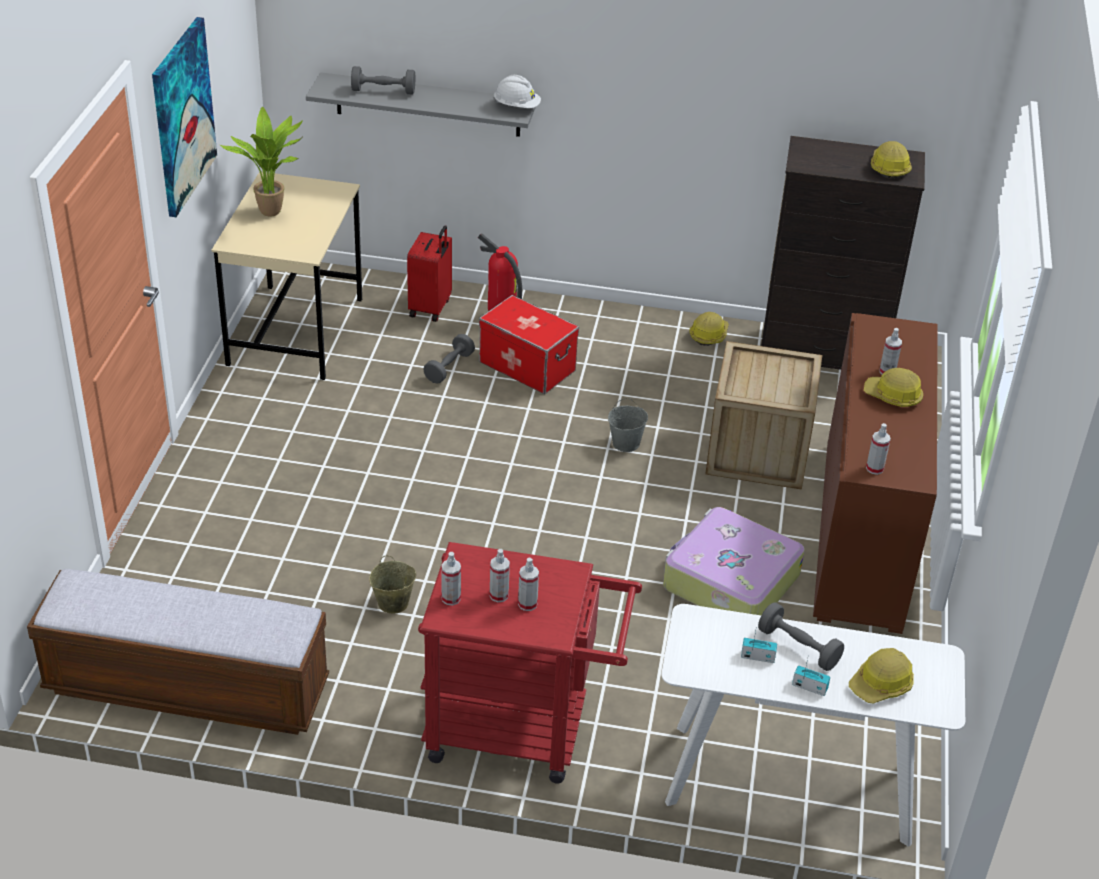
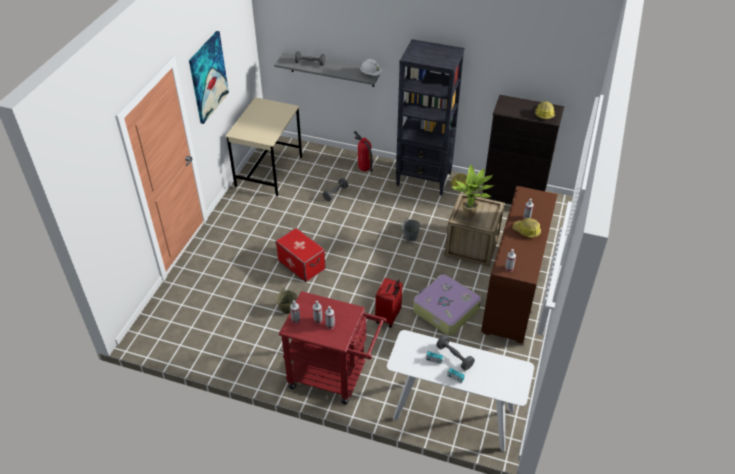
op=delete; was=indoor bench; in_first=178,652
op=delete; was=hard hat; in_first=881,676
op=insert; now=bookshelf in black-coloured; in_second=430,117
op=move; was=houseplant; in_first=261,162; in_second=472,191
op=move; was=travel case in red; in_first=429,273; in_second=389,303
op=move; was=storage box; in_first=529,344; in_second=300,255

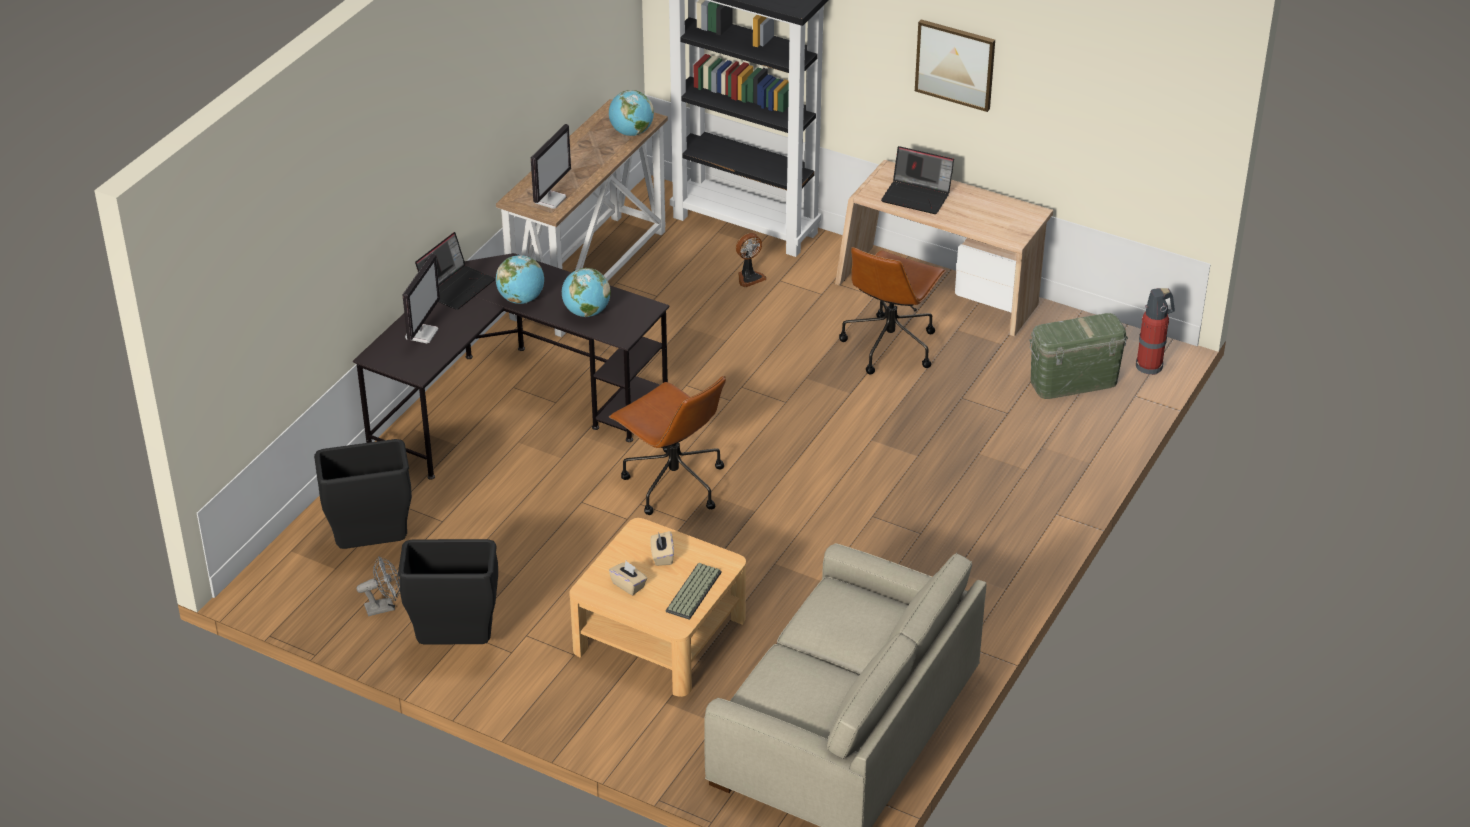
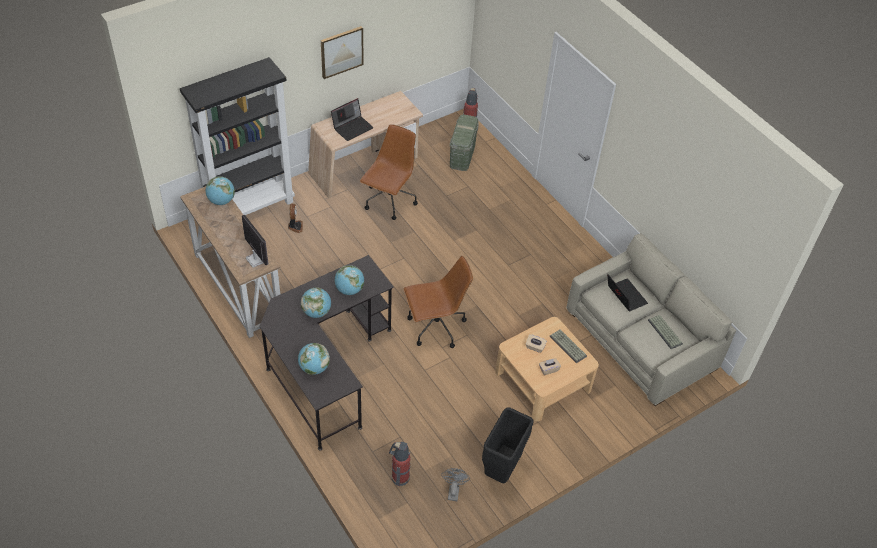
op=insert; now=PC keyboard; in_second=665,332
op=move; was=notebook computer; in_first=455,271; in_second=627,292
op=replace; was=rubbish bin in black-coloured; now=fire-fighting cylinder; in_first=363,494; in_second=400,463
op=replace; was=computer display; now=desk globe; in_first=421,298; in_second=314,359
op=rotate; was=desk chair in brown-coloured; in_first=892,310; in_second=389,172; clockwise=-120

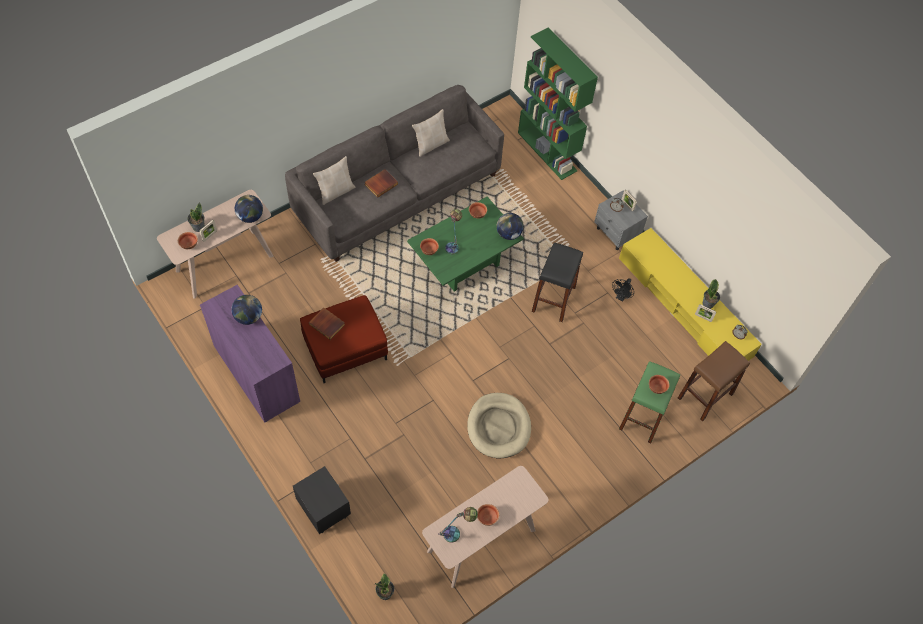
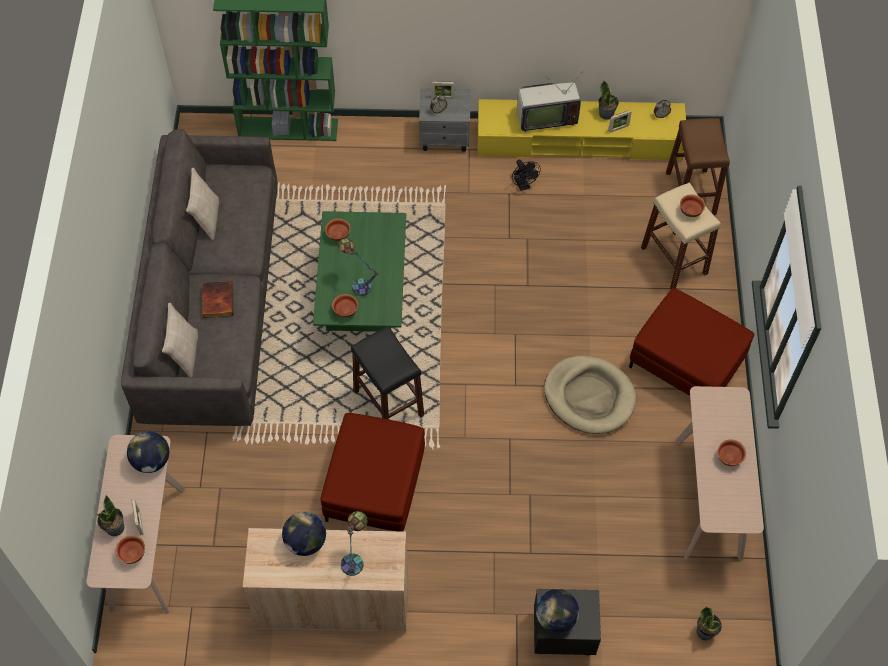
op=delete; was=book; in_first=327,324
op=insert; now=television; in_second=550,101
op=insert; now=pouffe in red; in_second=691,342
op=move; was=tabletop lamp; in_first=458,525; in_second=354,543
op=move; was=desk globe; in_first=510,226; in_second=557,611
op=move; was=stool in black-coloured; in_first=557,282; in_second=387,372
op=recolor; was=cabinet in purplish; now=cabinet in sand-coloured; in_first=250,354; in_second=325,580
op=recolor; was=stool in green-coloured; now=stool in sand-coloured; in_first=649,402; in_second=681,236

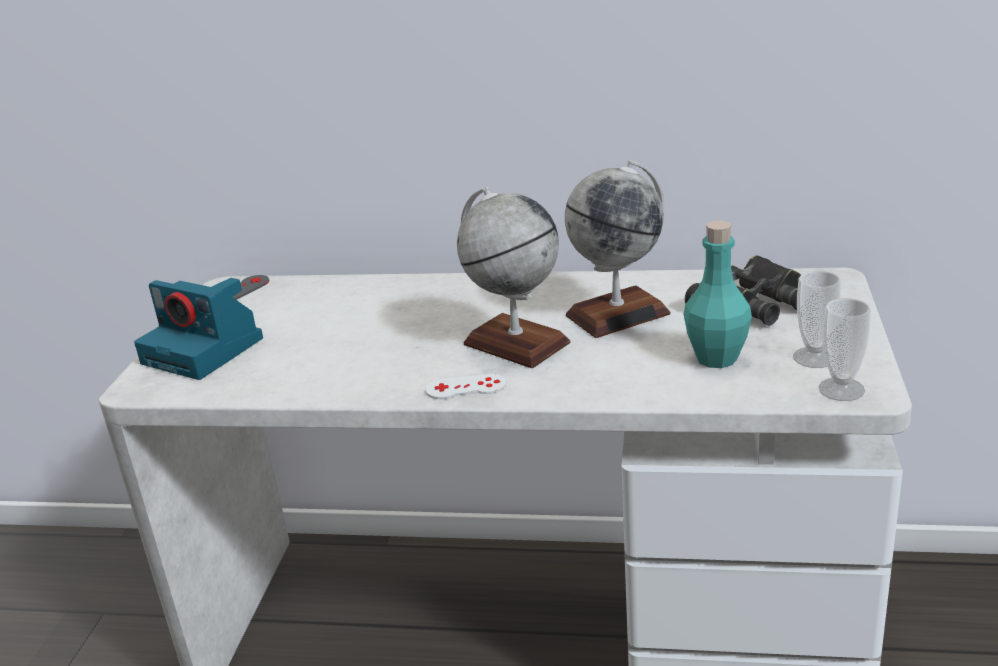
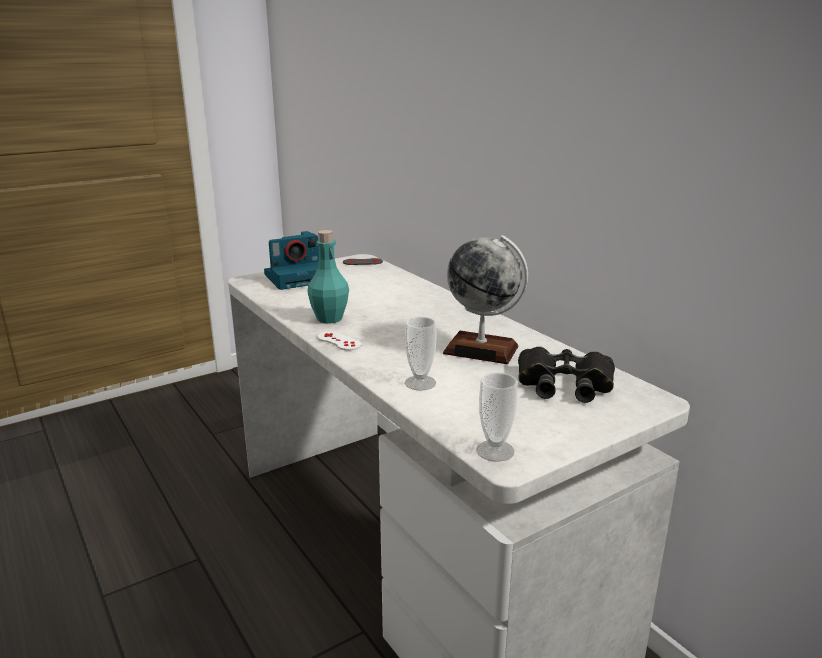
op=delete; was=desk globe; in_first=514,277
op=move; was=drink bottle in turquoise-coloured; in_first=718,294; in_second=328,277
op=move; was=drinking cup; in_first=817,319; in_second=421,354
op=rotate; was=still camera; in_first=198,329; in_second=291,260; clockwise=-105

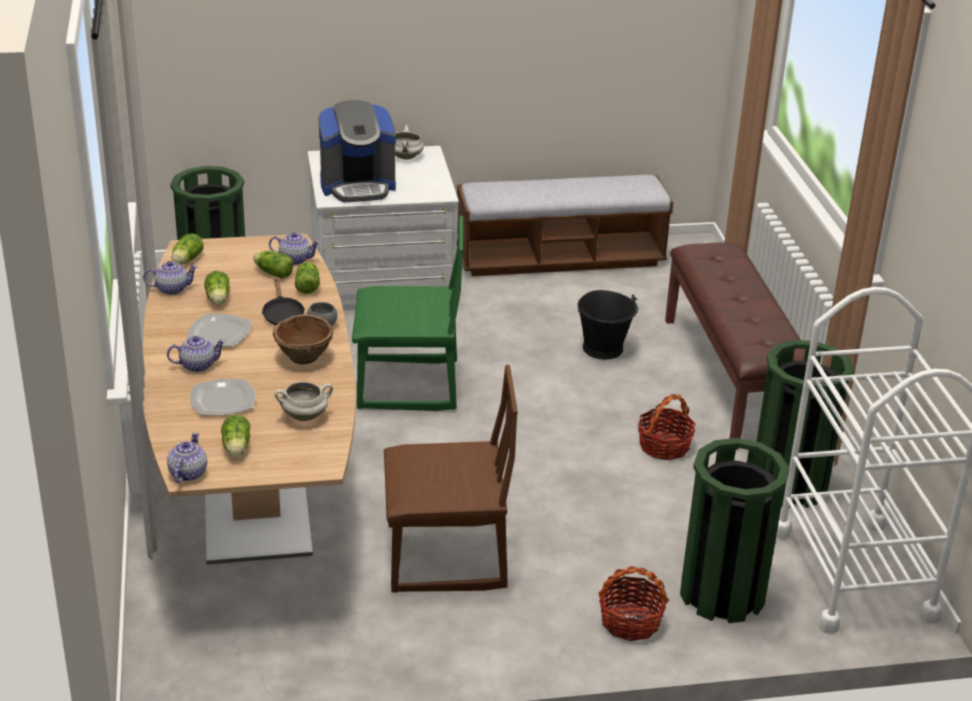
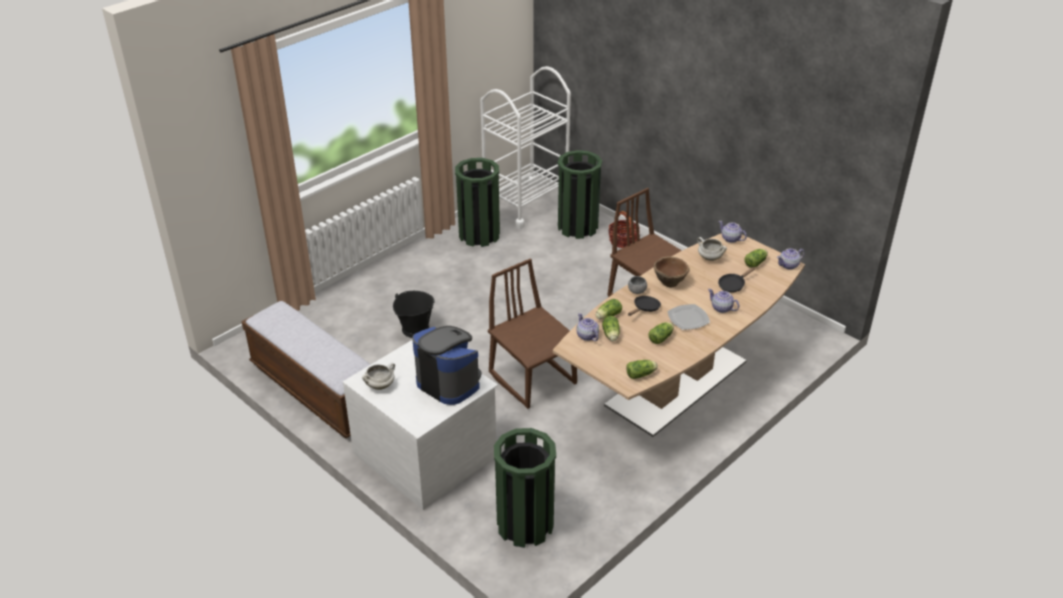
op=delete; was=basket; in_first=667,427
op=delete; was=indoor bench in brown-coloured; in_first=735,346
op=move; was=teapot; in_first=170,278; in_second=733,232
op=replace; was=flat dish; now=pan in black-coloured; in_first=223,397; in_second=736,280
op=recolor; was=chair in green-coloured; now=chair in brown-coloured; in_first=407,313; in_second=532,334

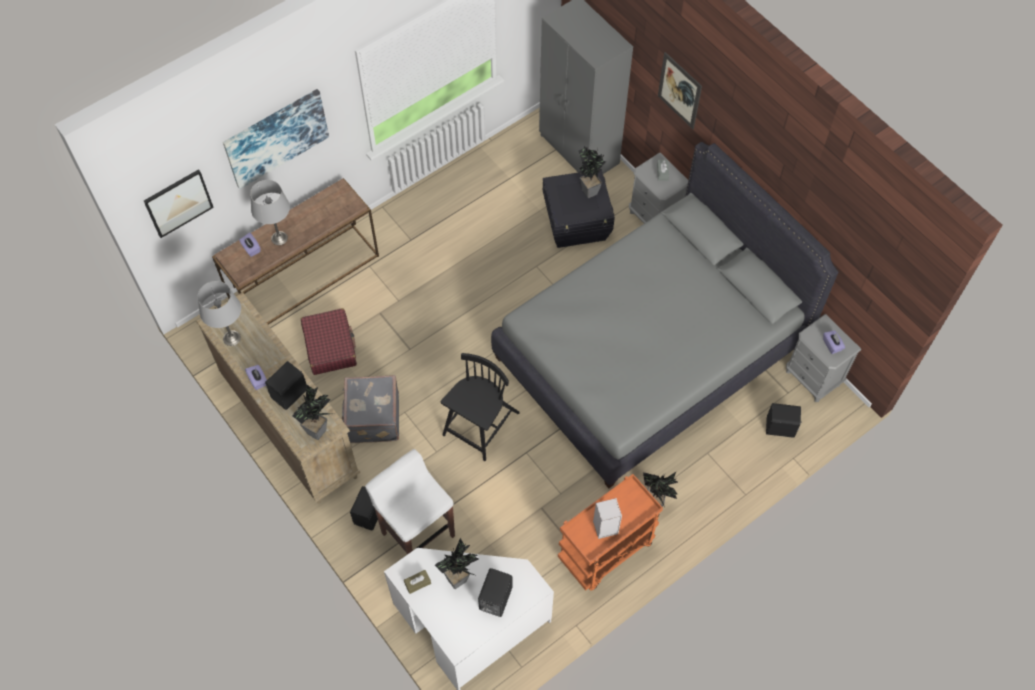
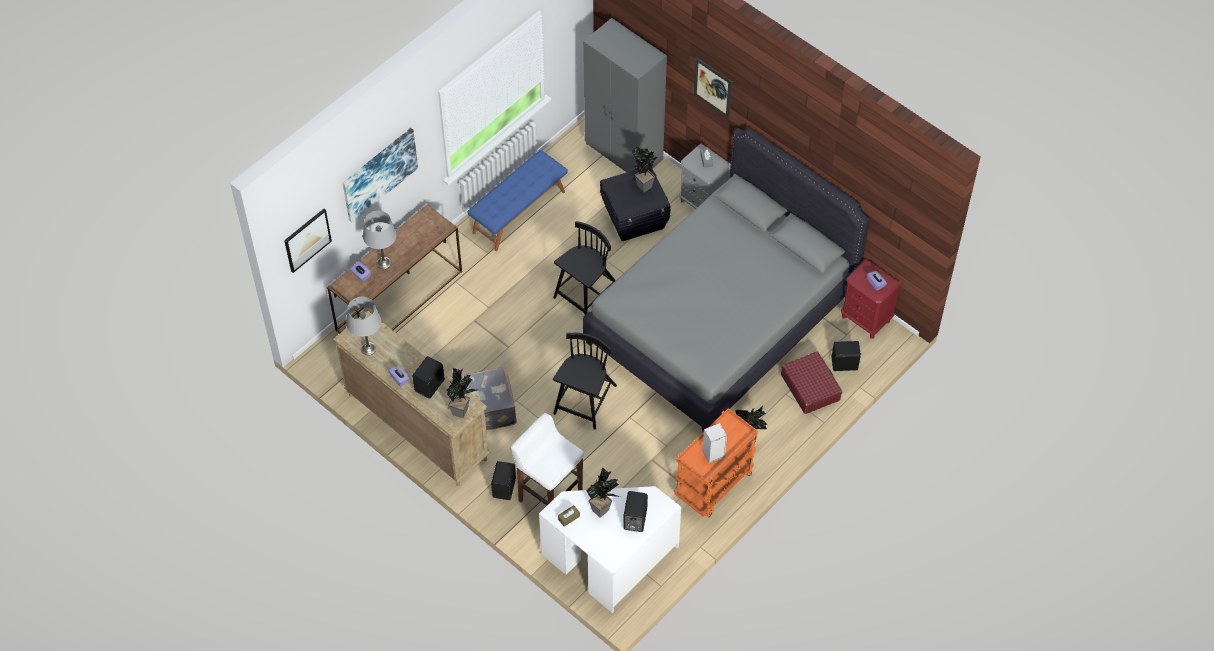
op=insert; now=indoor bench in blue; in_second=517,200
op=insert; now=chair in black-coloured; in_second=584,268
op=move; was=travel case in red; in_first=329,341; in_second=811,382
op=recolor; was=night table in grey; now=night table in red; in_first=823,358; in_second=871,299

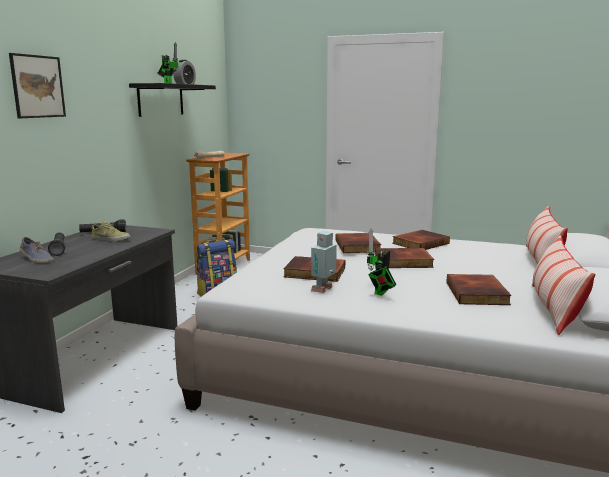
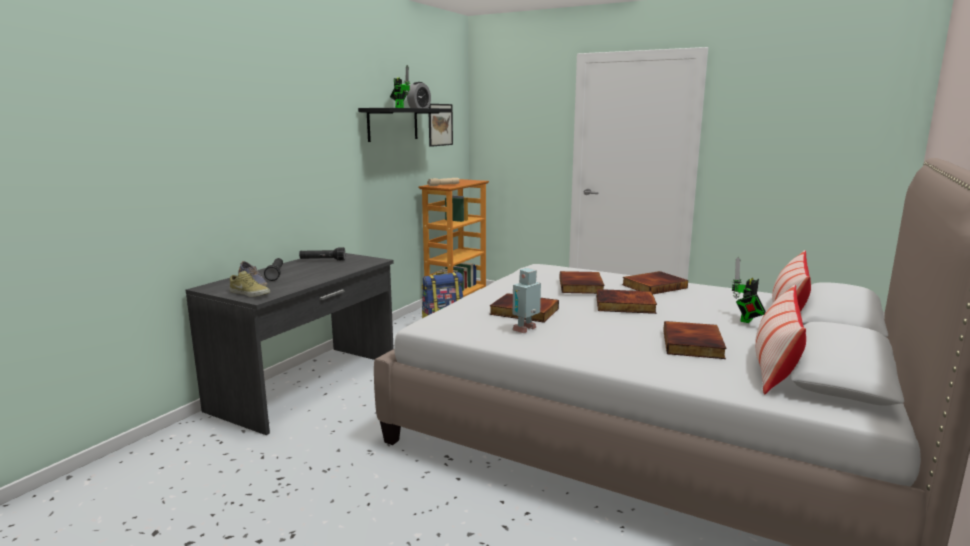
op=move; was=picture; in_first=37,85; in_second=441,125
op=move; was=low shoe in sand-coloured; in_first=110,231; in_second=250,284
op=move; was=robot figure; in_first=381,262; in_second=749,290

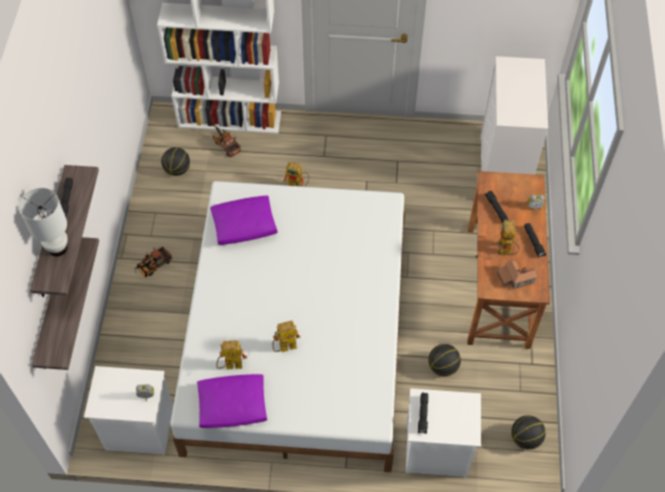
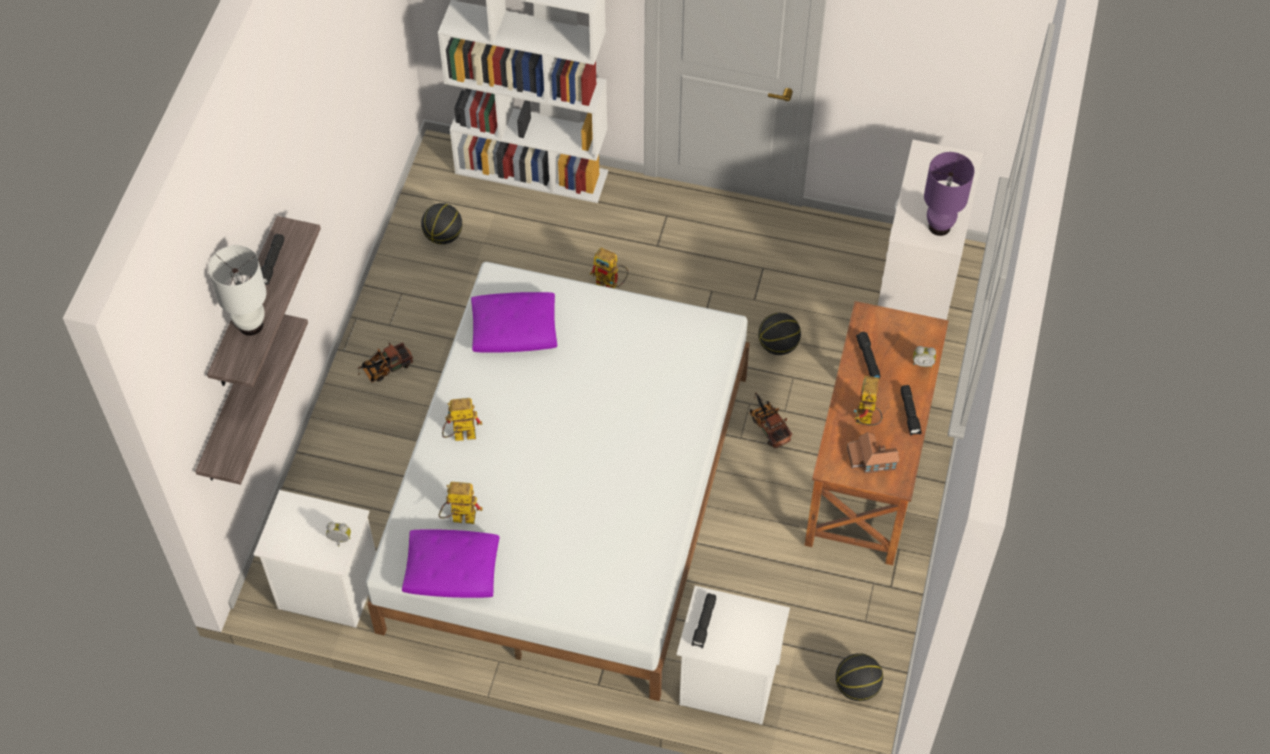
op=insert; now=tabletop lamp in purplish; in_second=949,194
op=move; was=toy lorry; in_first=227,140; in_second=771,420
op=move; was=robot figure; in_first=286,336; in_second=462,419
op=move; was=basketball; in_first=444,360; in_second=779,334

